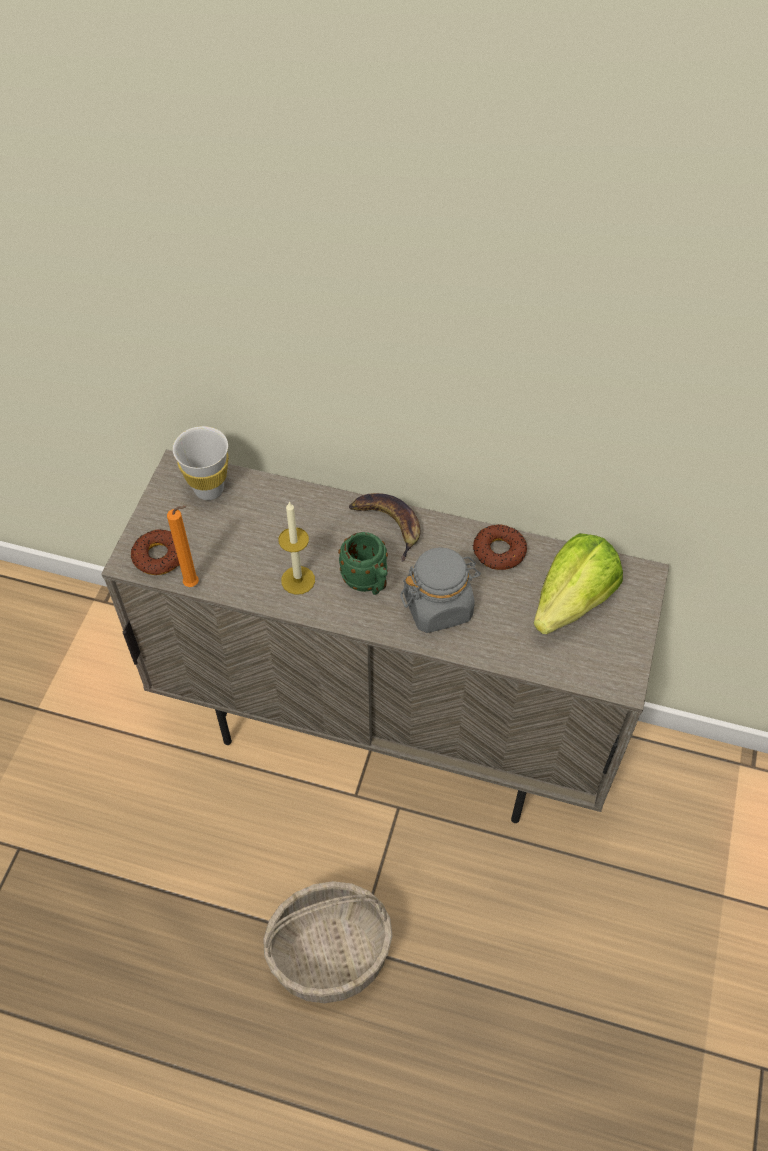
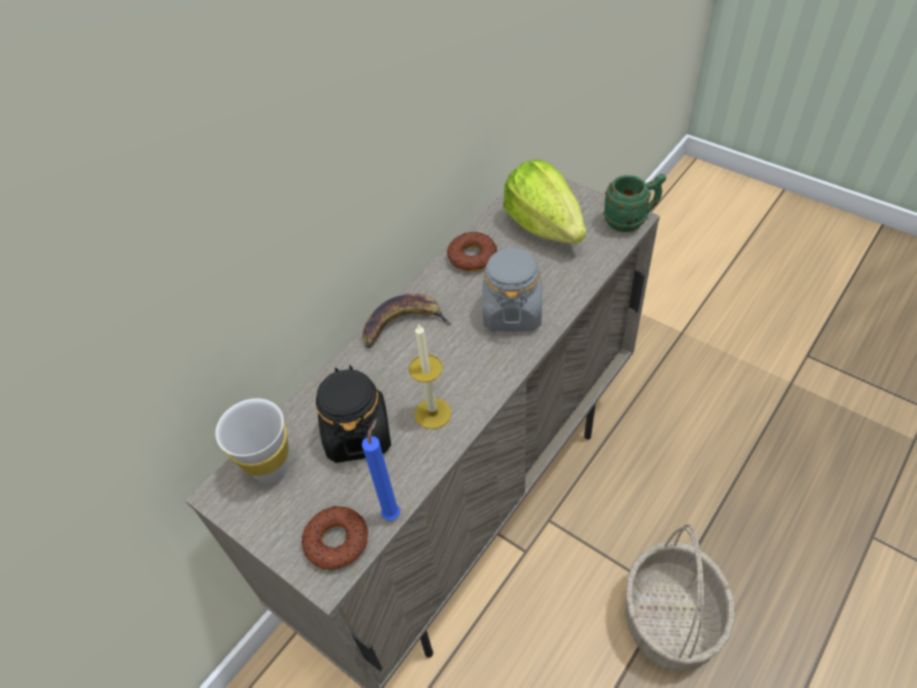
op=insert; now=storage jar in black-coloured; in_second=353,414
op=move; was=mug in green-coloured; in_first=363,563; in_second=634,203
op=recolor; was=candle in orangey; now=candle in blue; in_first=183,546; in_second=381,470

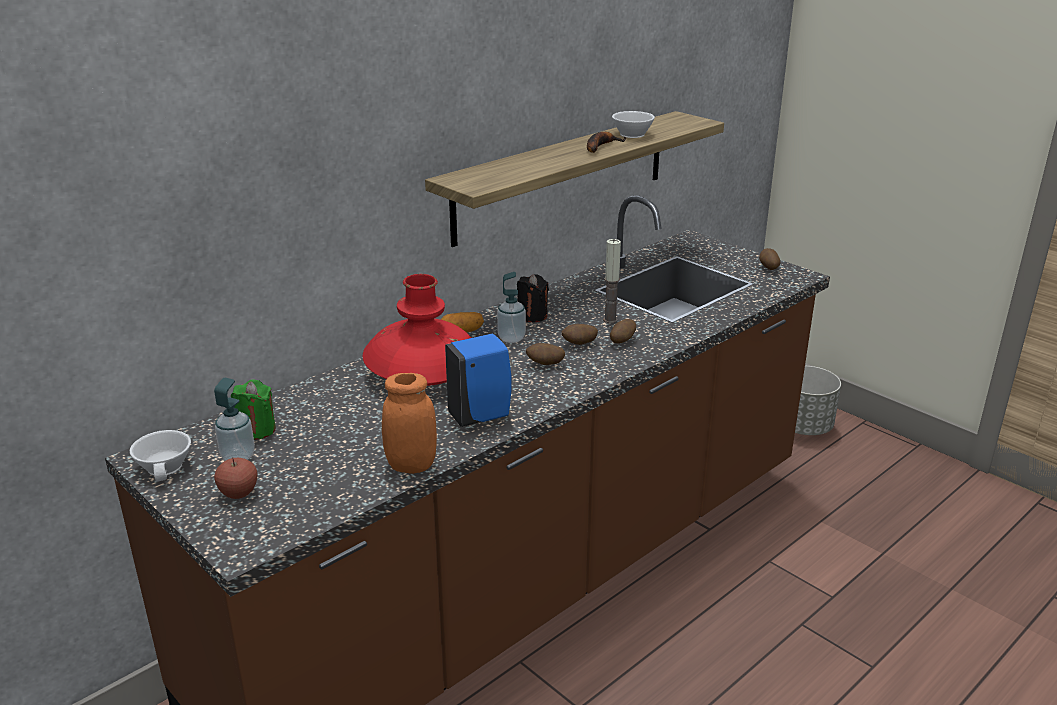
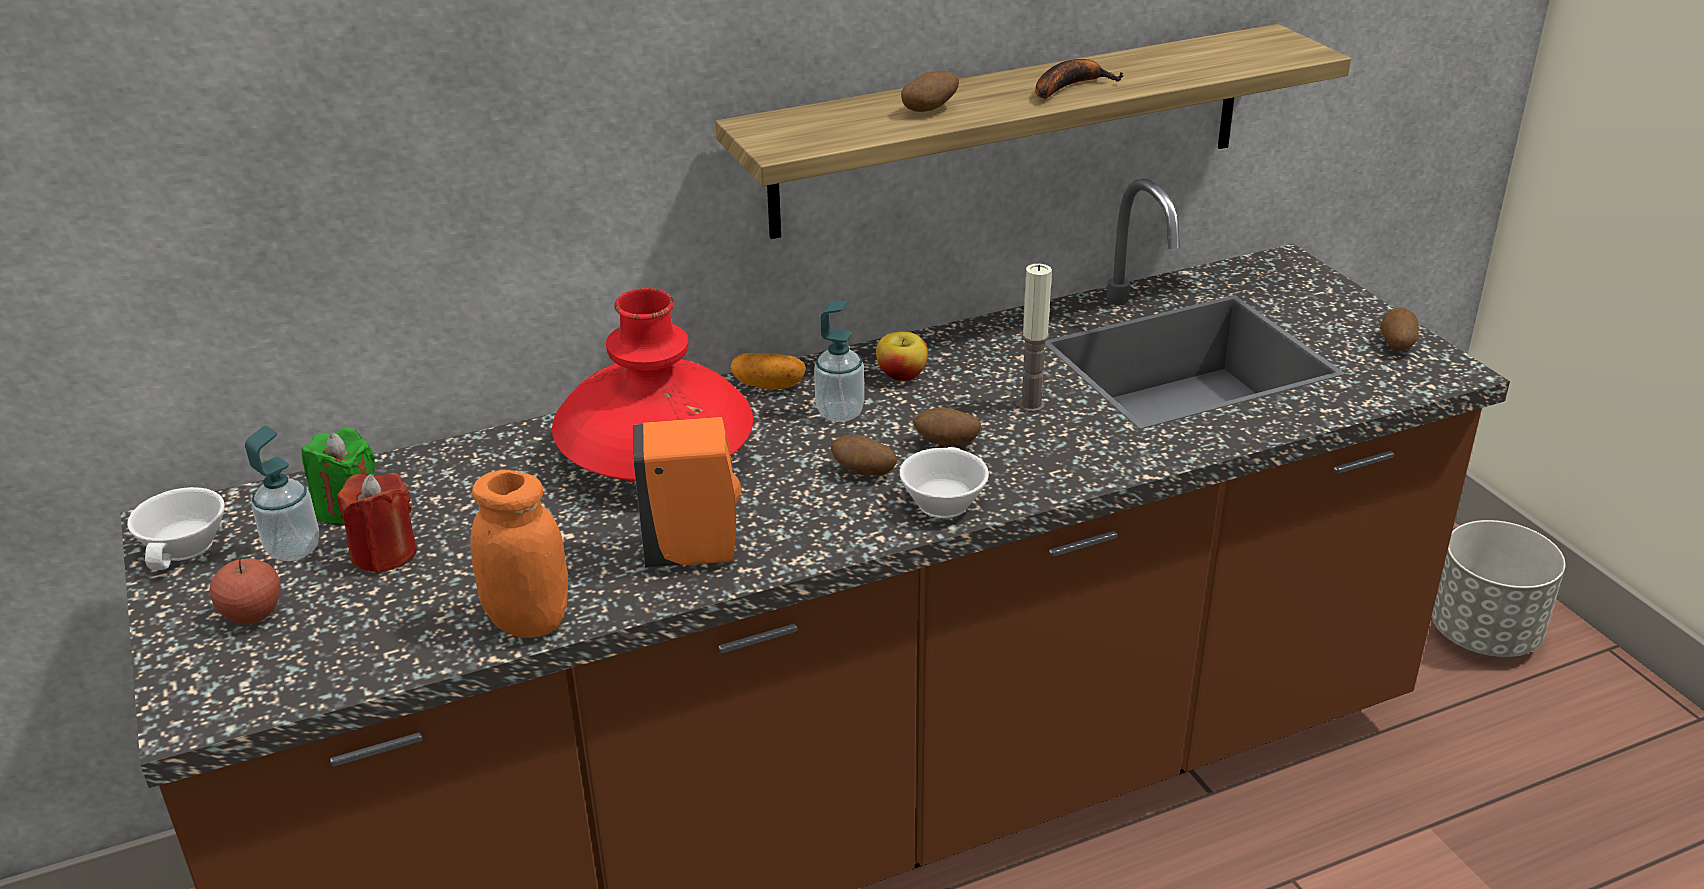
op=insert; now=candle in red; in_second=377,523
op=move; was=spud; in_first=623,331; in_second=930,91
op=move; was=drinking cup in white-coloured; in_first=633,124; in_second=944,482
op=replace; was=candle in black-coloured; now=apple fruit; in_first=533,298; in_second=902,356
op=recolor; was=liquid soap bottle in blue; now=liquid soap bottle in orangey; in_first=478,380; in_second=687,492

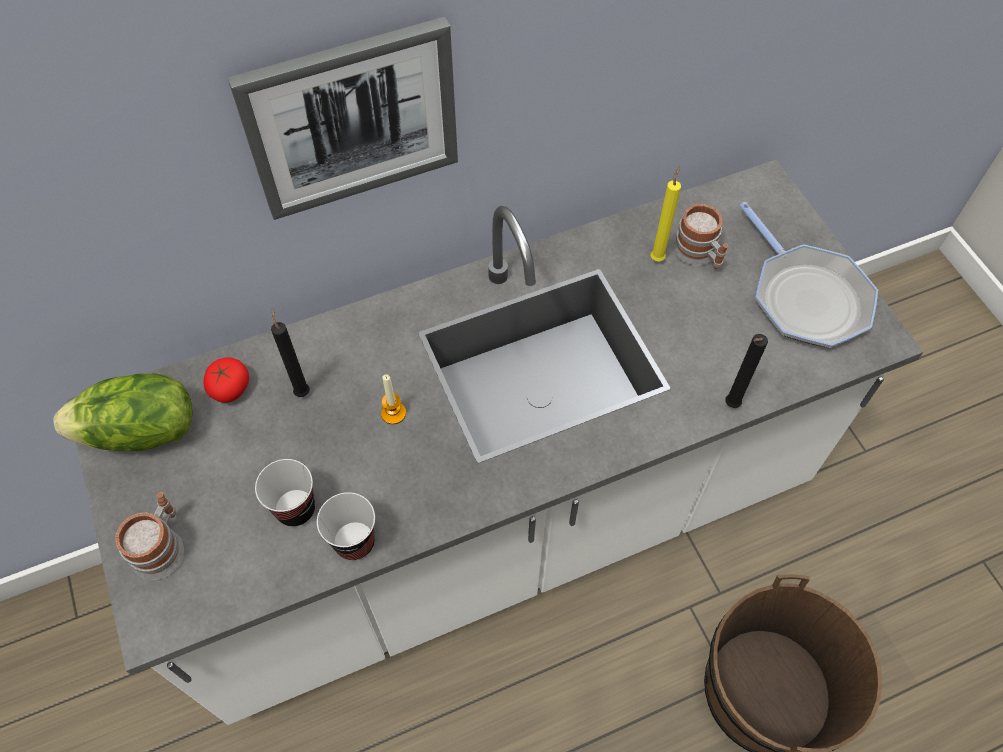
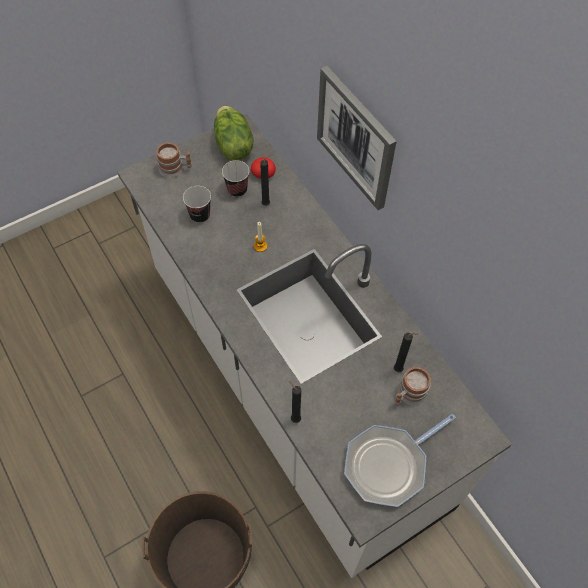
op=move; was=drinking cup; in_first=346,526; in_second=235,178
op=recolor; was=candle in yellowish; now=candle in black-coloured; in_first=666,214; in_second=406,352

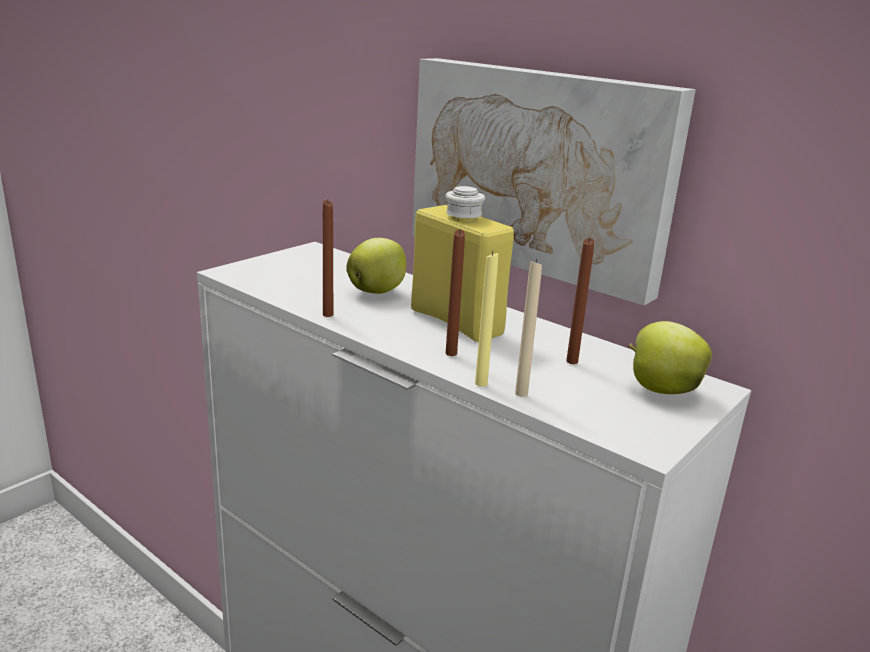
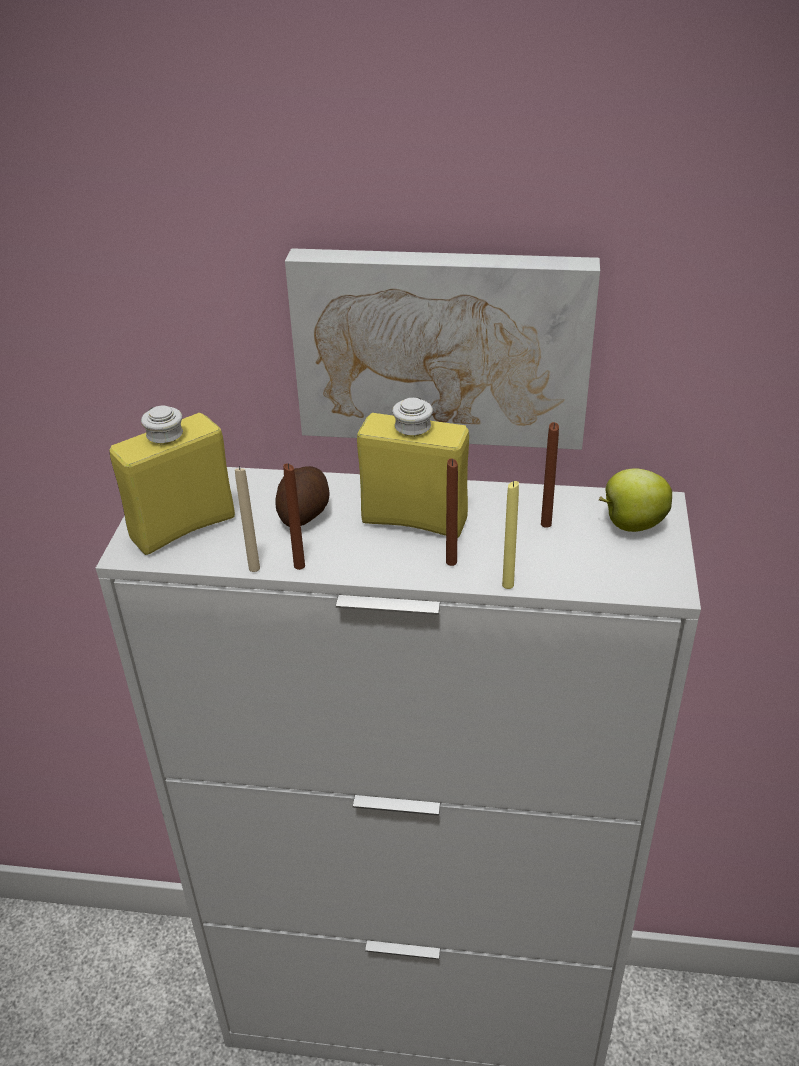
op=insert; now=drink bottle in yellowish; in_second=172,480
op=move; was=candle in sand-coloured; in_first=528,327; in_second=247,519
op=replace; was=apple fruit; now=spud; in_first=376,266; in_second=302,496

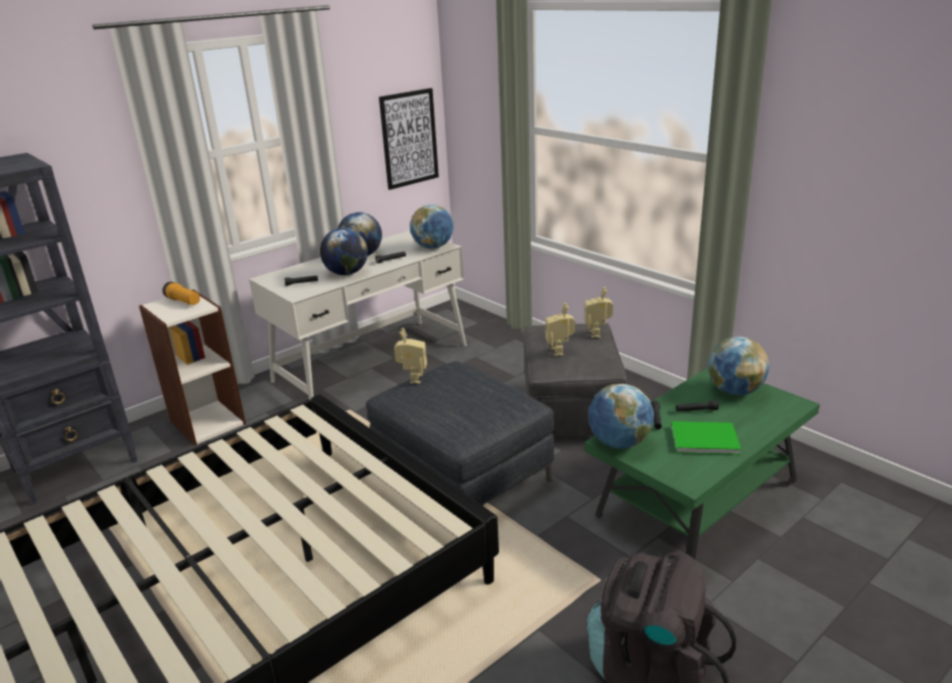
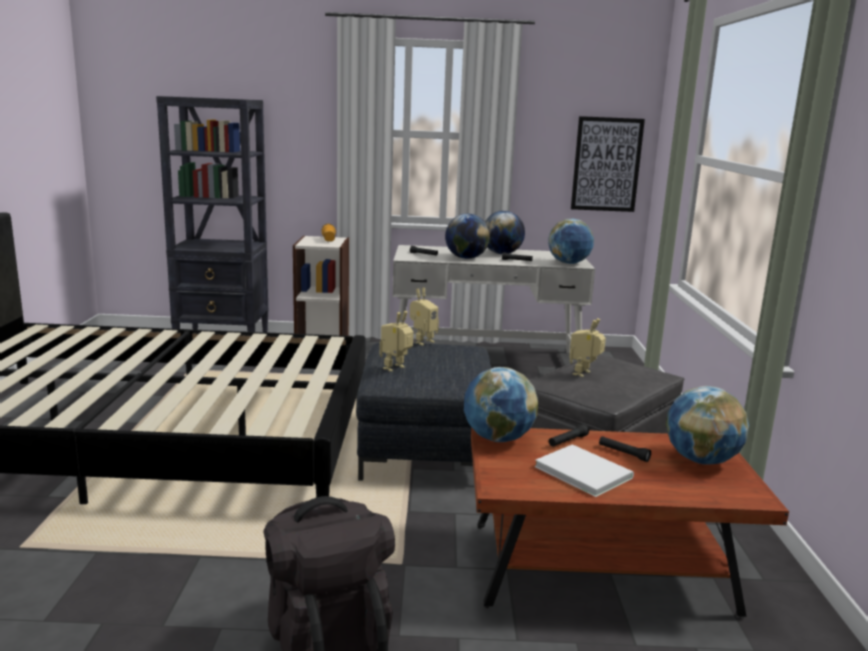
op=move; was=robot figure; in_first=598,312; in_second=396,341
op=recolor; was=low table in green-coloured; now=low table in brown-coloured; in_first=702,464; in_second=630,523
op=recolor; was=book in green-coloured; now=book in white-coloured; in_first=706,438; in_second=584,470

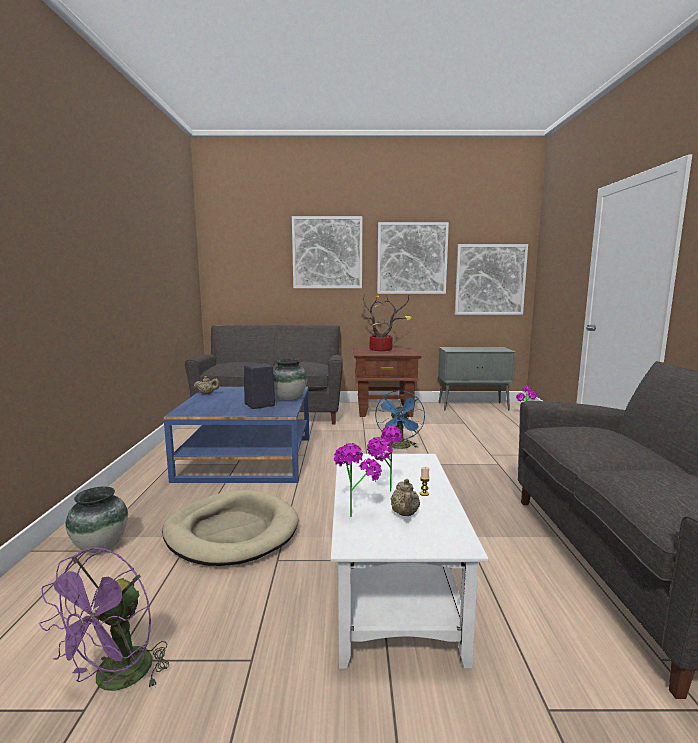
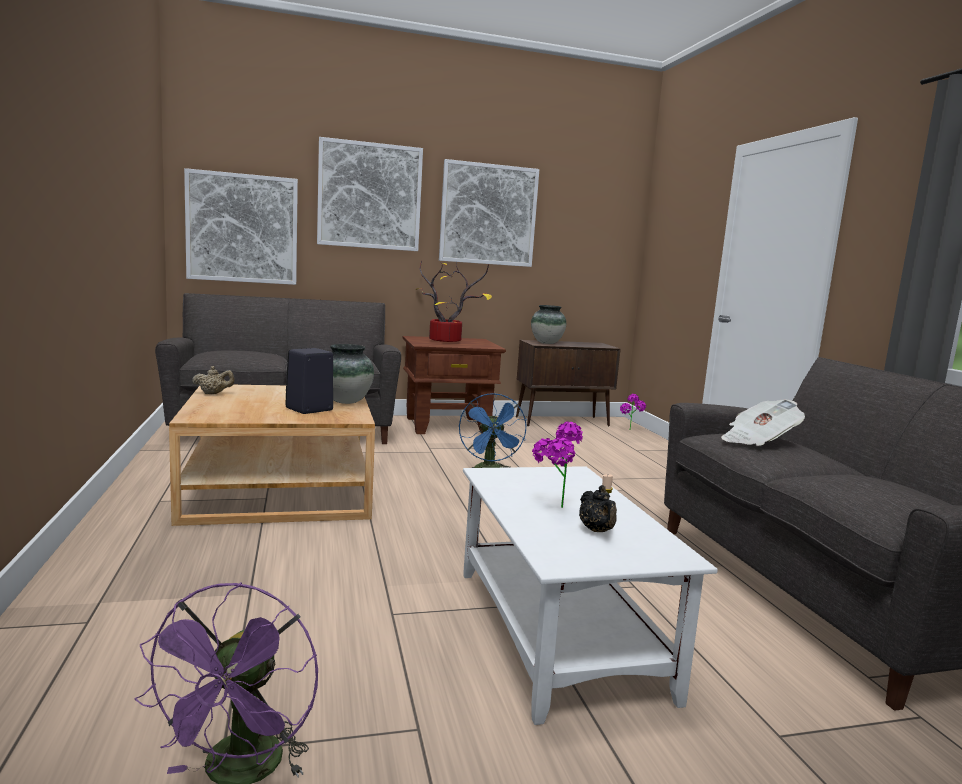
op=delete; was=dog bed in sand-coloured; in_first=230,528
op=delete; was=houseplant; in_first=358,480
op=insert; now=newspaper; in_second=763,423
op=move; was=decorative vase; in_first=97,519; in_second=548,324
op=move; was=picture; in_first=491,279; in_second=241,226
op=recolor; was=low table in blue; now=low table in sand-coloured; in_first=236,435; in_second=272,455
op=recolor; was=teapot in sand-coloured; now=teapot in black-coloured; in_first=405,497; in_second=598,508
op=recolor; was=cabinet in grey; now=cabinet in brown-coloured; in_first=477,379; in_second=568,383

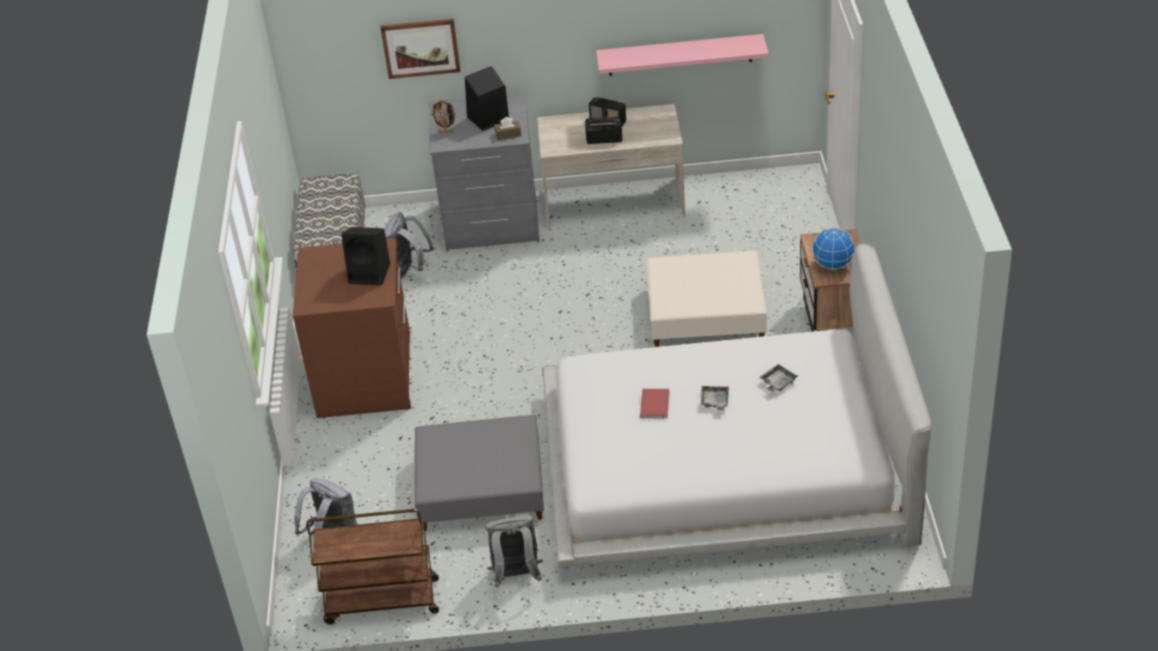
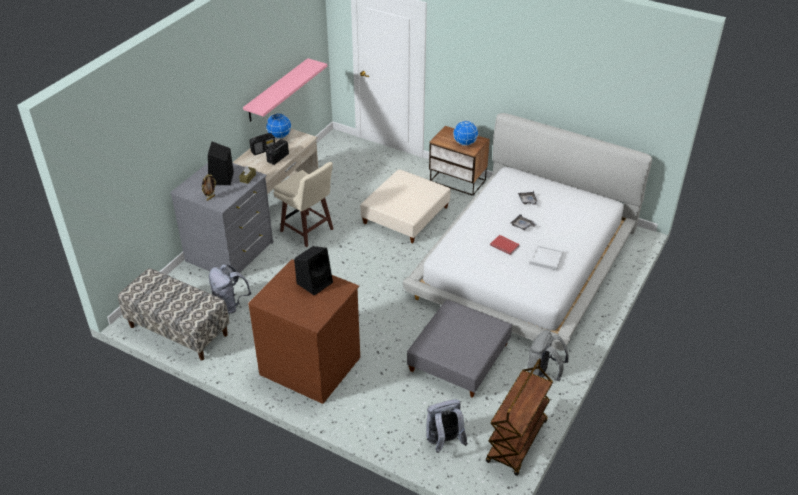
op=delete; was=picture; in_first=420,49
op=insert; now=desk globe; in_second=279,126
op=insert; now=stool in sand-coloured; in_second=304,204
op=insert; now=tray in white-coloured; in_second=546,257

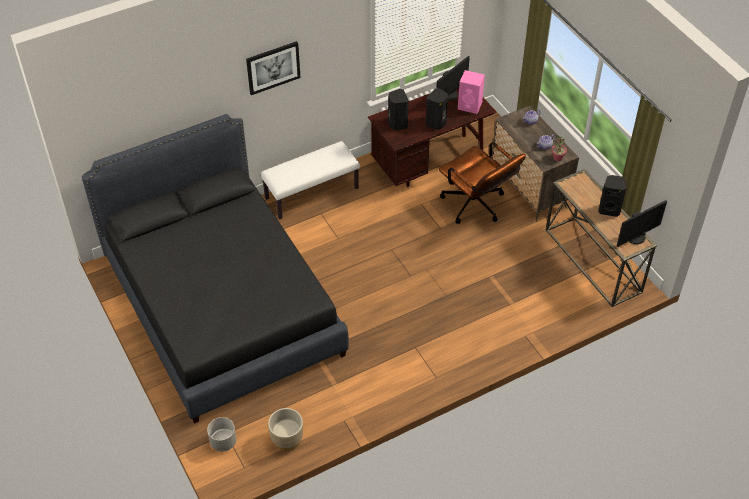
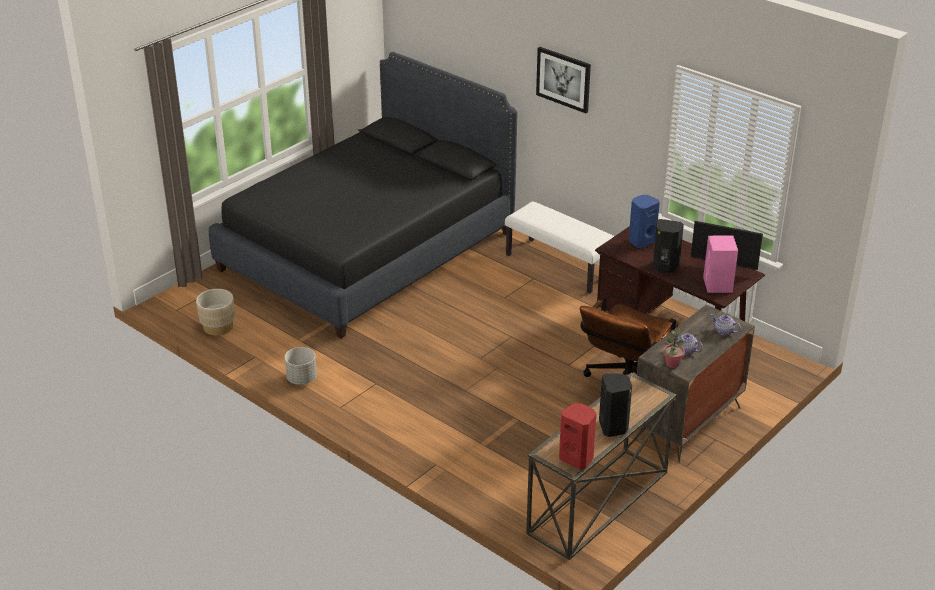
op=move; was=planter in grey; in_first=221,434; in_second=301,366
op=replace; was=computer display; now=audio speaker in red; in_first=642,223; in_second=578,436
op=recolor; was=audio speaker in black-coloured; now=audio speaker in blue; in_first=398,109; in_second=644,221

